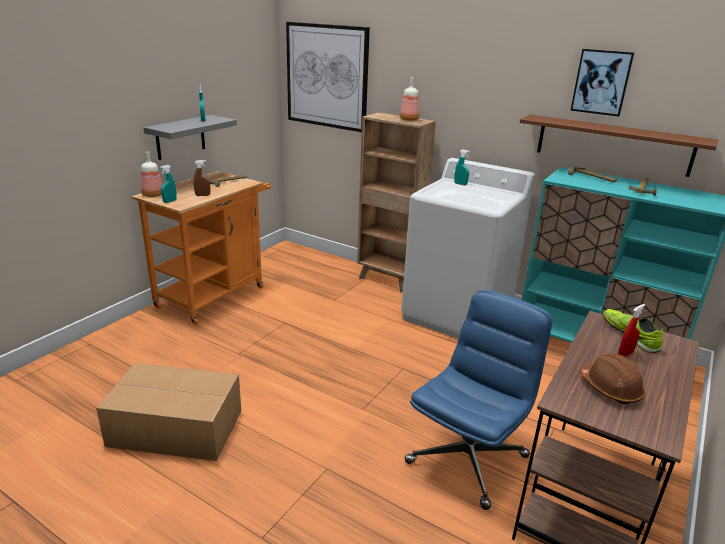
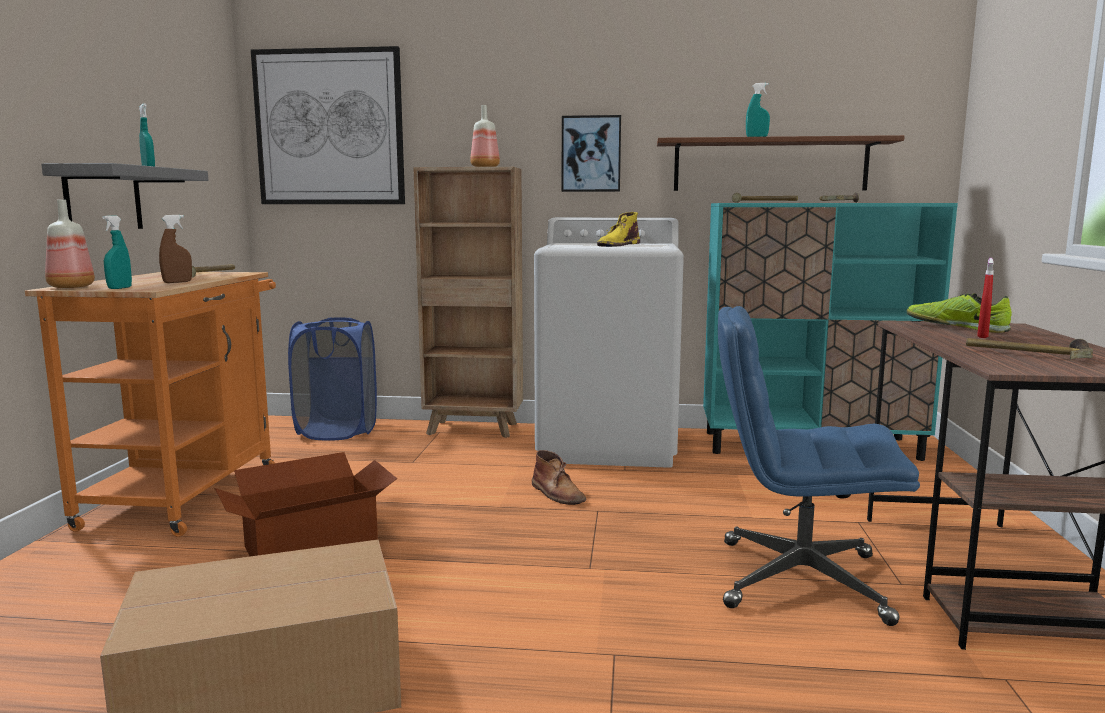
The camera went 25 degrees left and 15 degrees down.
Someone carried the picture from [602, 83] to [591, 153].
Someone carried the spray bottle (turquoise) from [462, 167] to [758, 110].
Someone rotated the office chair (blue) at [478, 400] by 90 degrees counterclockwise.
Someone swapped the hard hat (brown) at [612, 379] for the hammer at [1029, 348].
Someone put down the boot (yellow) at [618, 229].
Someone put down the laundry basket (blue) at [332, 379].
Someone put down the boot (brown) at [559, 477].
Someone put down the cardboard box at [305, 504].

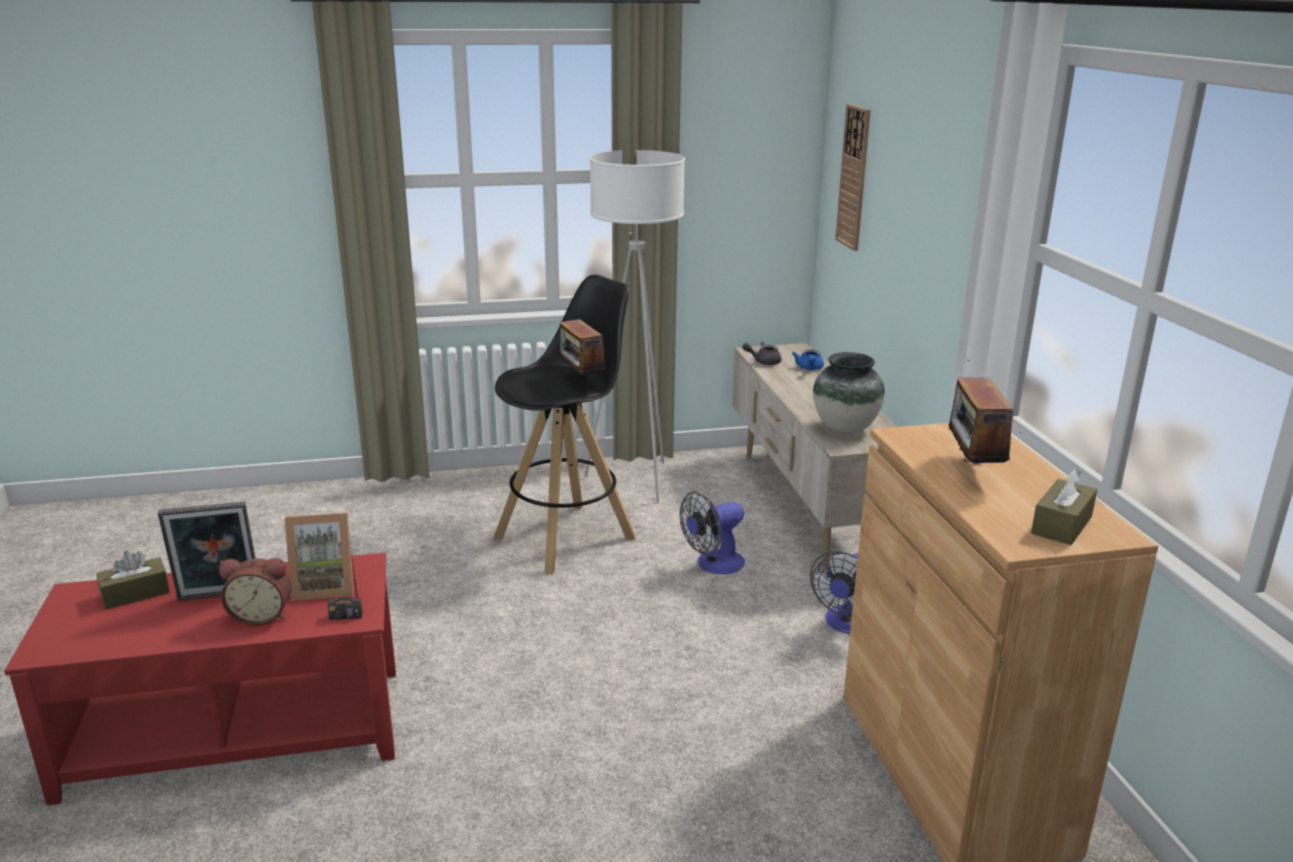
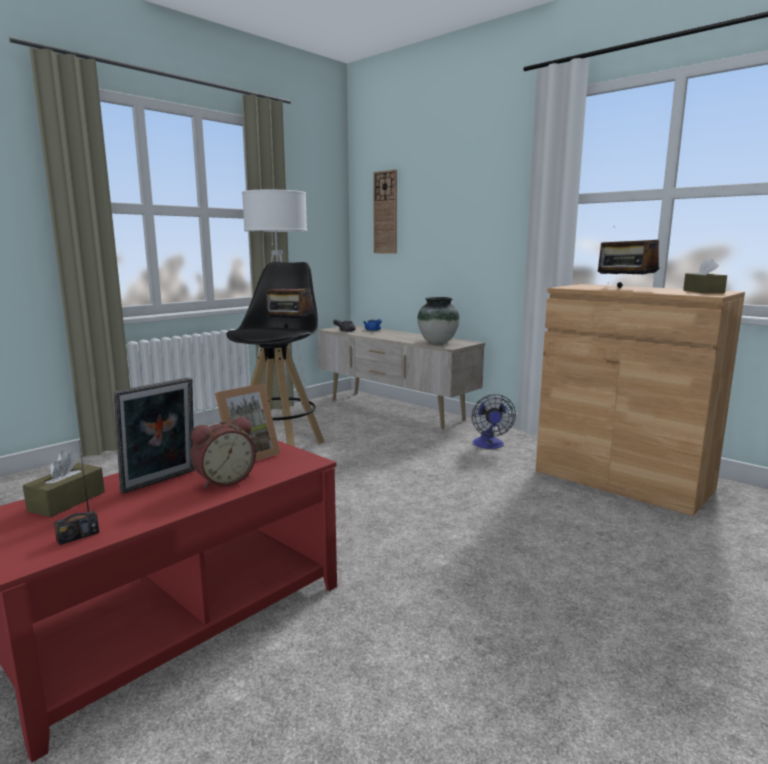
The camera went 35 degrees left and 10 degrees down.
Someone took away the fan at [712, 533].
Someone carried the radio from [345, 581] to [76, 493].

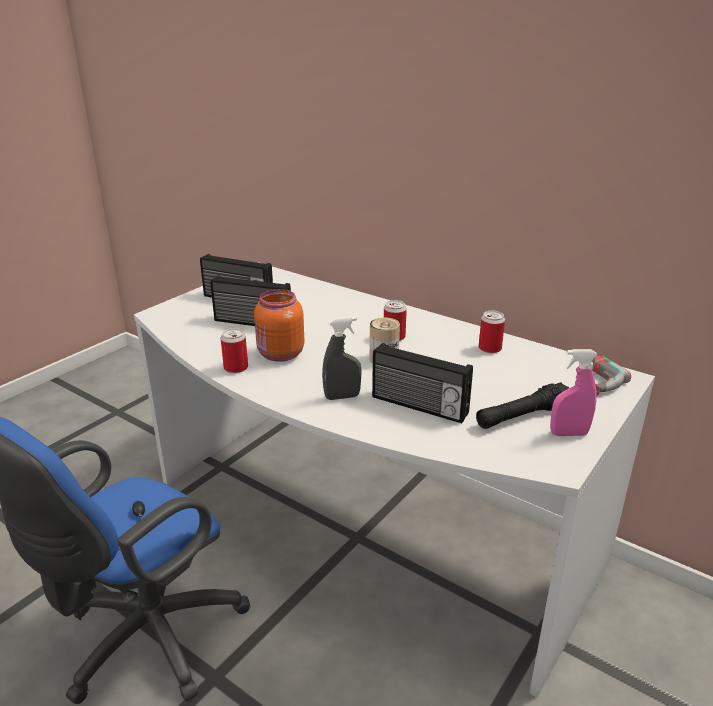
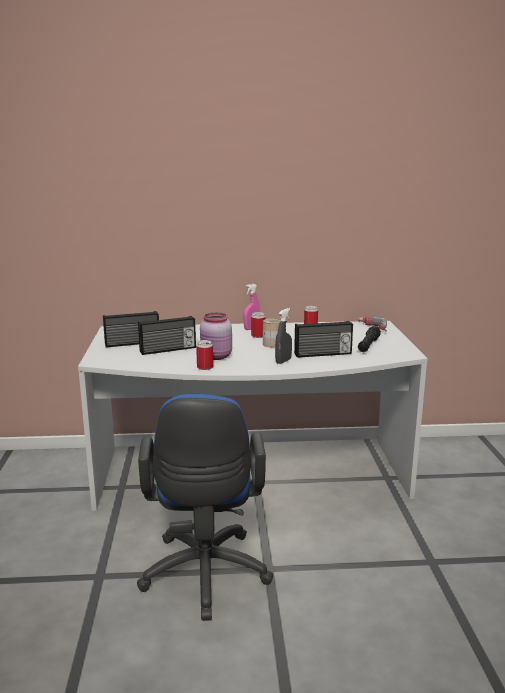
The camera went 40 degrees left and 10 degrees down.
Someone repainted the jar (orange) at [279, 325], which became the jar (pink) at [216, 336].
Someone carried the spray bottle (pink) from [574, 392] to [252, 307].

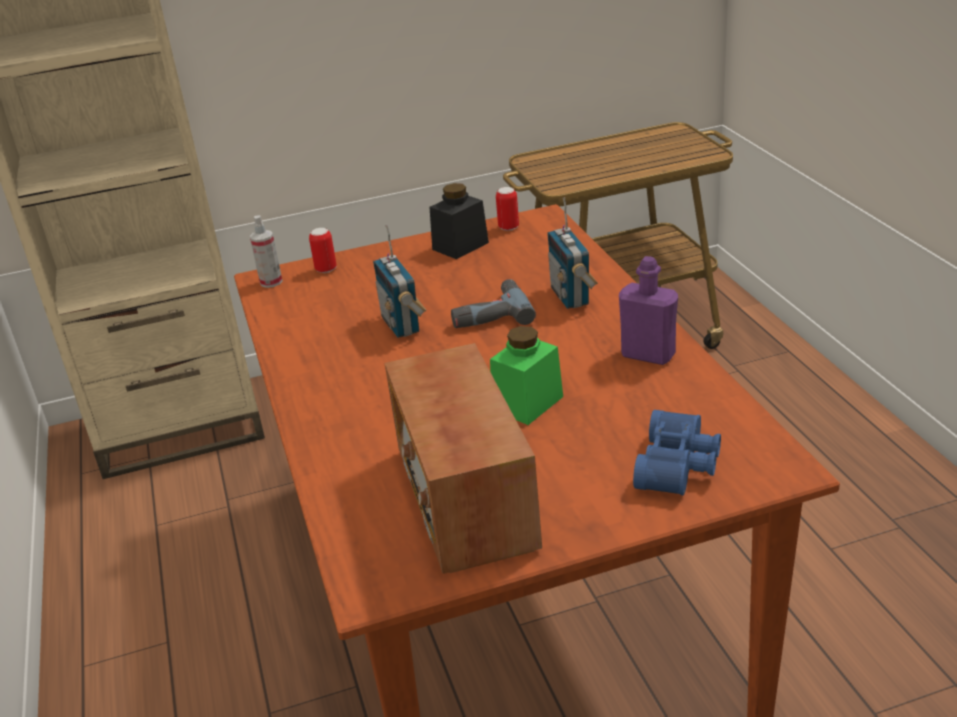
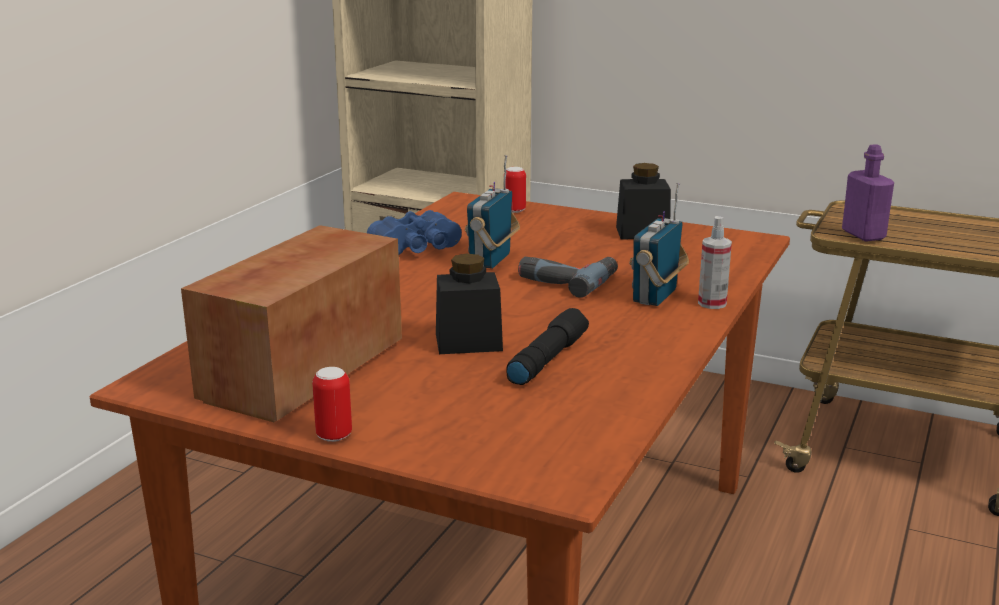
The camera went 40 degrees right and 10 degrees down.
Someone carried the can from [507, 209] to [332, 404].
Someone carried the spray bottle from [266, 251] to [715, 262].
Someone carried the bottle (purple) from [648, 310] to [868, 192].
Someone repainted the jar (green) at [526, 375], which became the jar (black) at [469, 304].
Someone carried the binoculars (blue) from [677, 453] to [414, 232].
Someone put down the flashlight (black) at [547, 346].

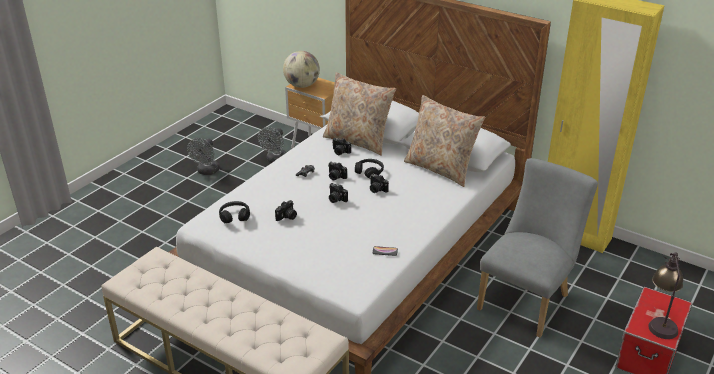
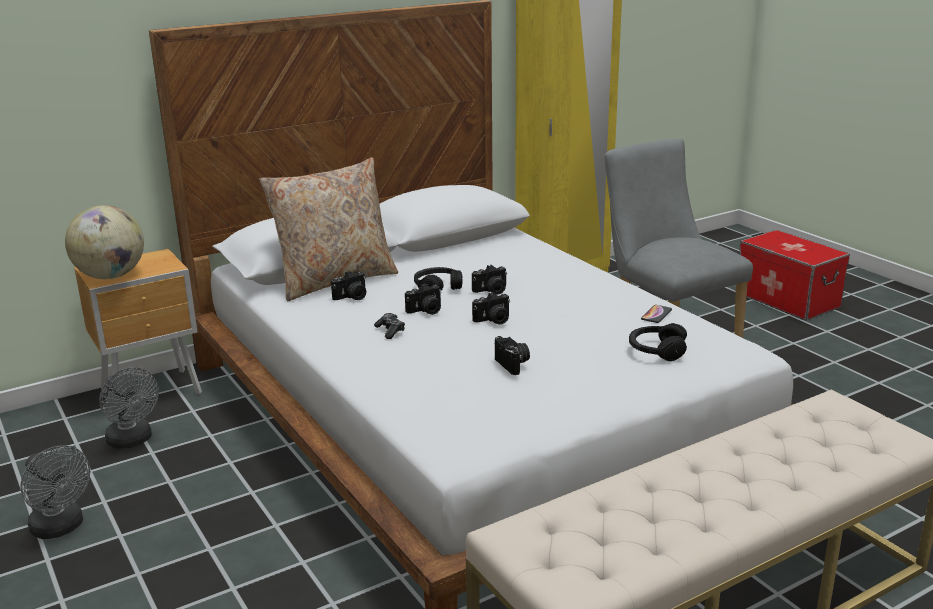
The camera went 65 degrees left and 10 degrees down.
Someone took away the pillow (beige) at [444, 141].
Someone carried the headphones (black) from [234, 212] to [658, 342].
Someone took away the table lamp at [665, 295].

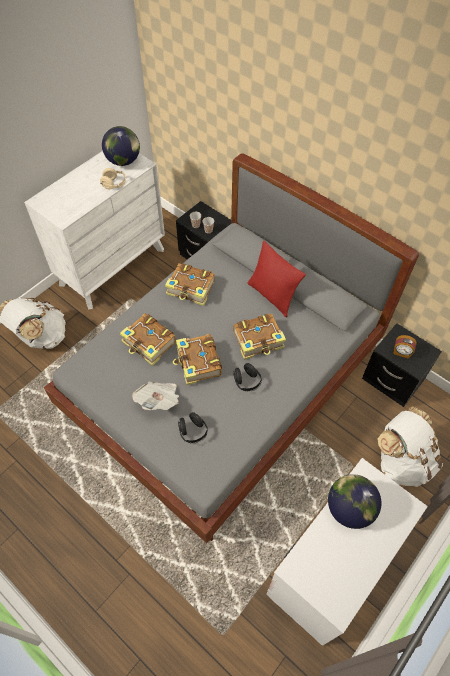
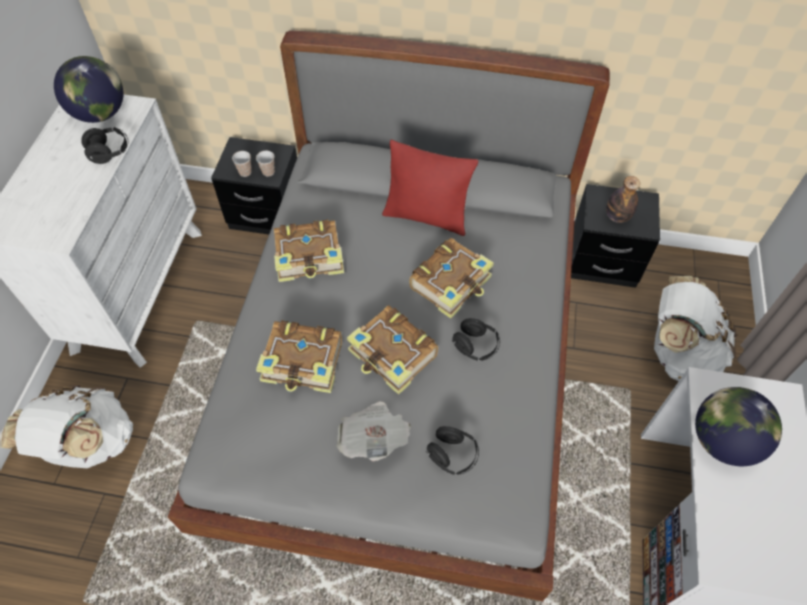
The camera went 30 degrees left and 0 degrees up.
Someone repainted the headphones (beige) at [113, 178], which became the headphones (black) at [104, 145].
Someone swapped the alarm clock at [405, 346] for the bottle at [623, 199].

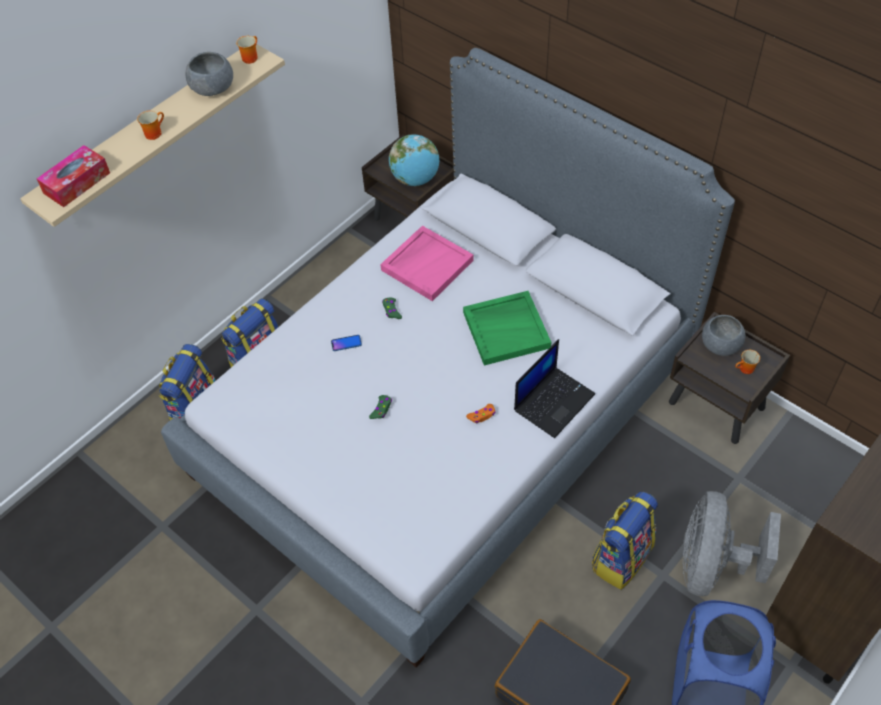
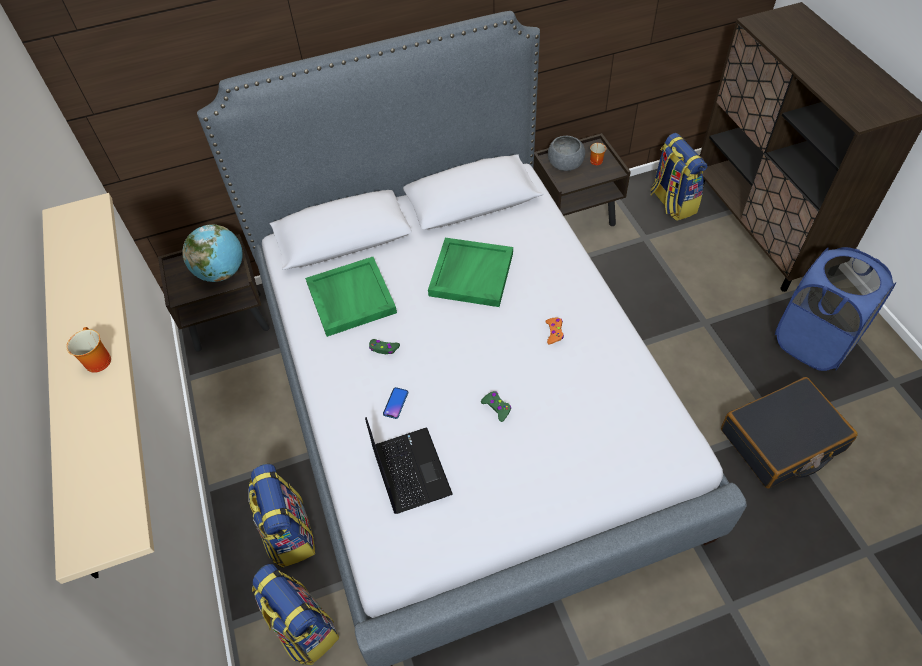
The camera went 60 degrees left and 0 degrees up.
Someone took away the mug at [247, 50].
Someone took away the bowl (grey) at [209, 74].
Someone took away the tissue box at [73, 176].
Someone repainted the tray (pink) at [427, 263], which became the tray (green) at [351, 297].
Someone carried the laptop from [554, 388] to [409, 465].
Someone took away the fan (grey) at [732, 543].
Someone carried the backpack from [625, 541] to [678, 177].

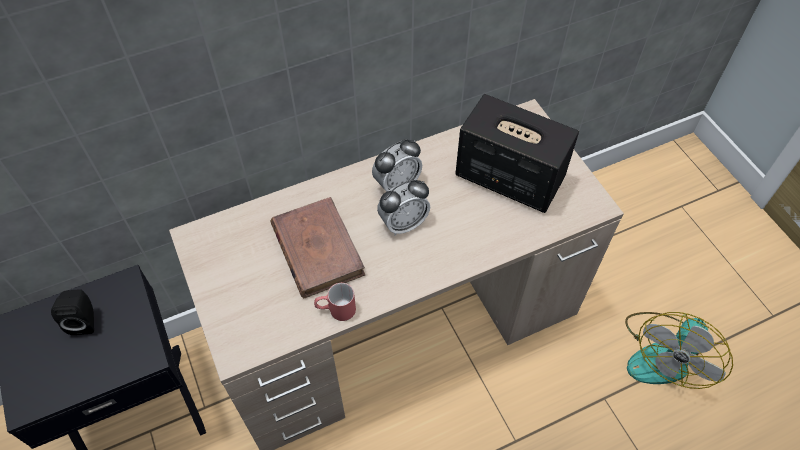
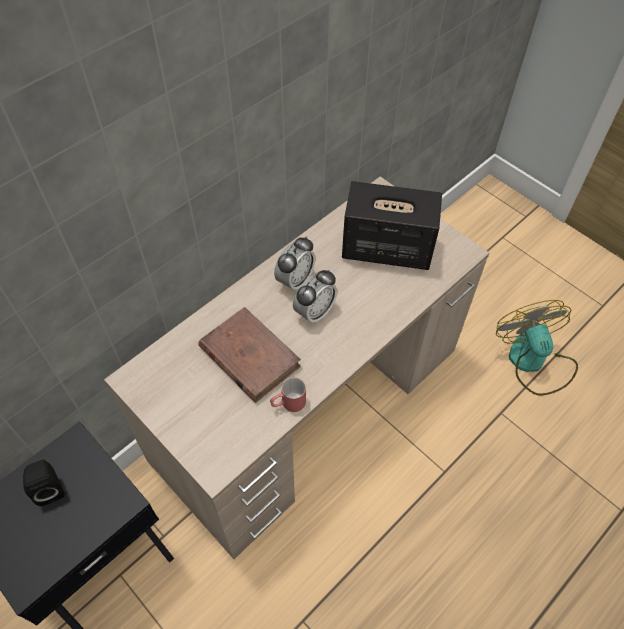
The camera went 20 degrees left and 0 degrees up.
Someone rotated the fan at [679, 350] by 150 degrees clockwise.

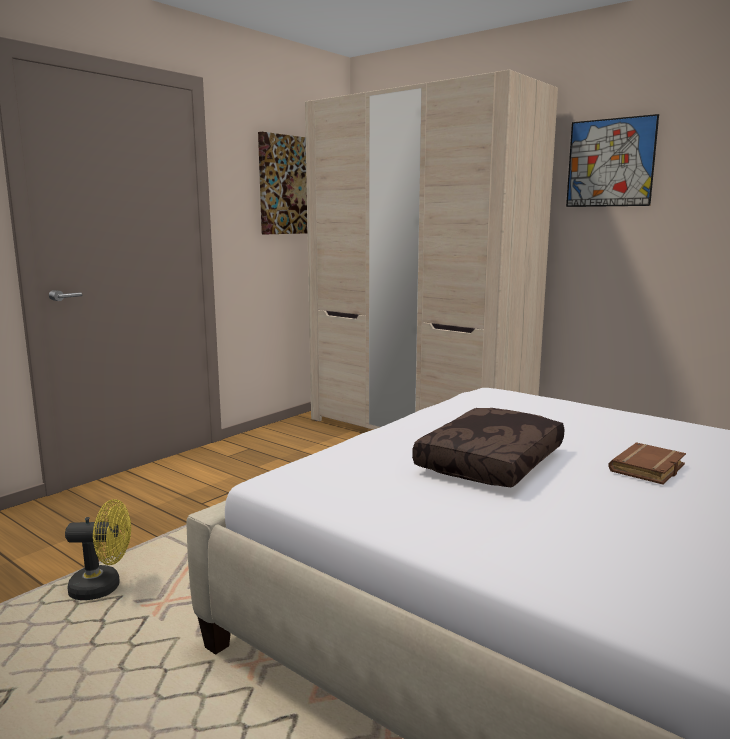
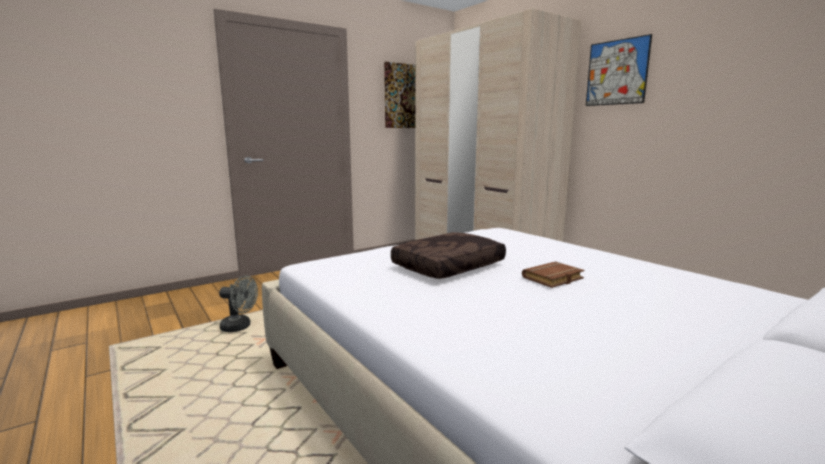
The camera went 15 degrees right and 0 degrees up.
Someone repainted the fan (yellow) at [98, 549], which became the fan (grey) at [238, 304].

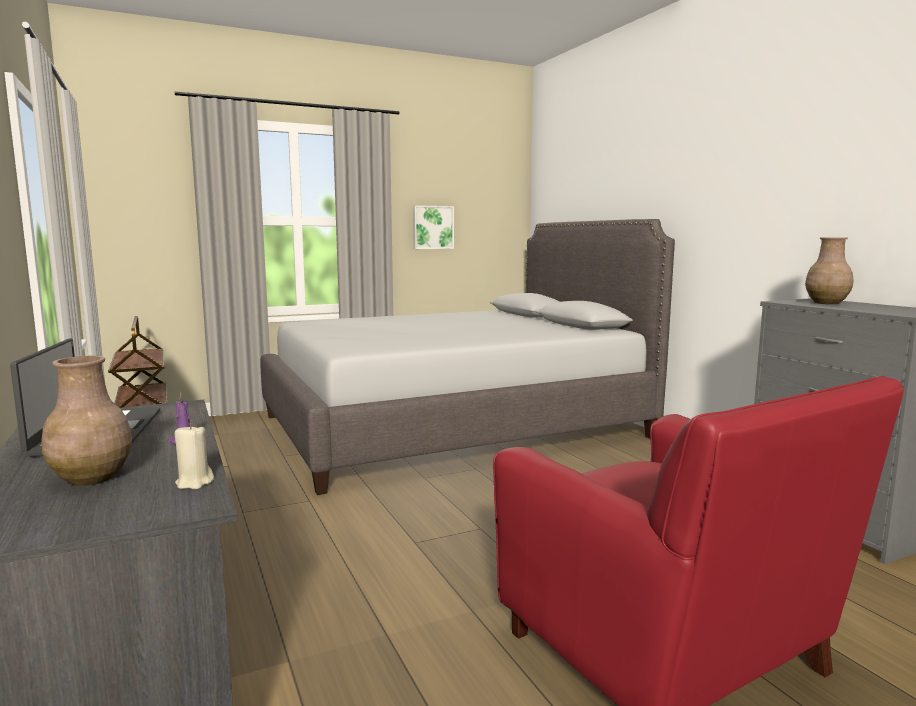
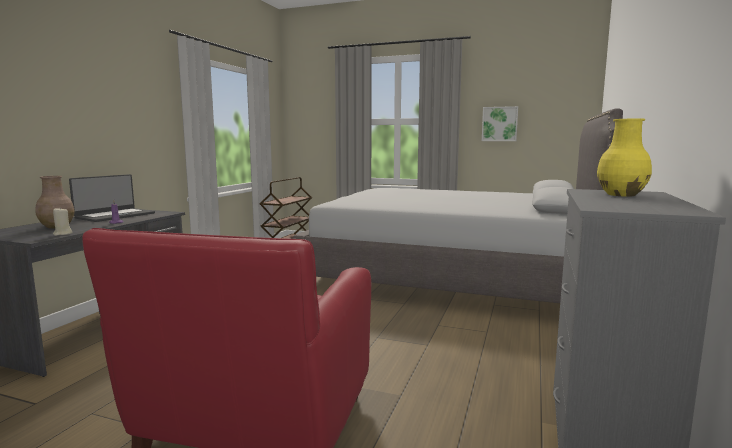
The camera went 45 degrees right and 0 degrees up.
Someone repainted the vase (brown) at [829, 271], which became the vase (yellow) at [624, 157].

